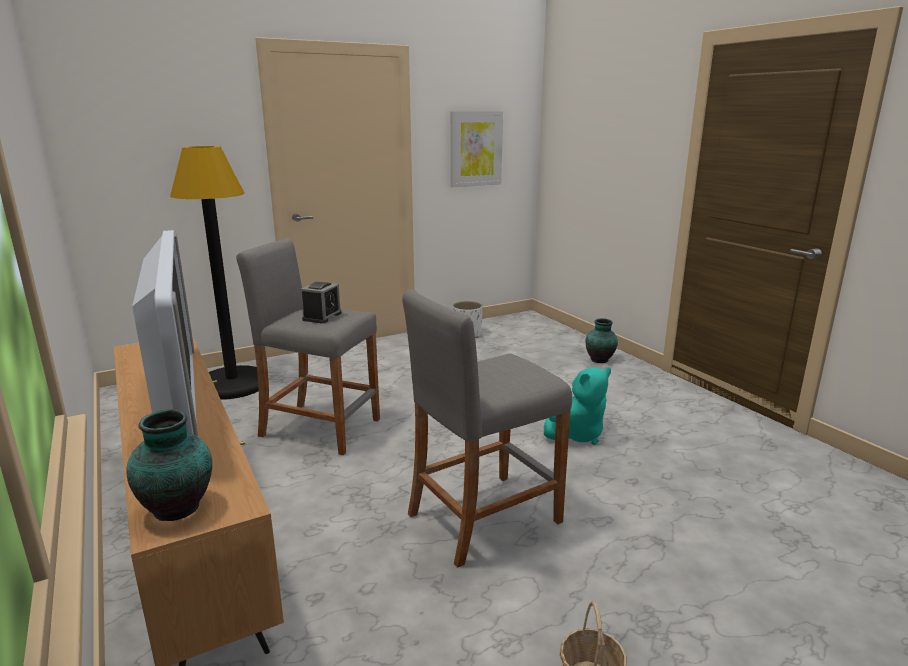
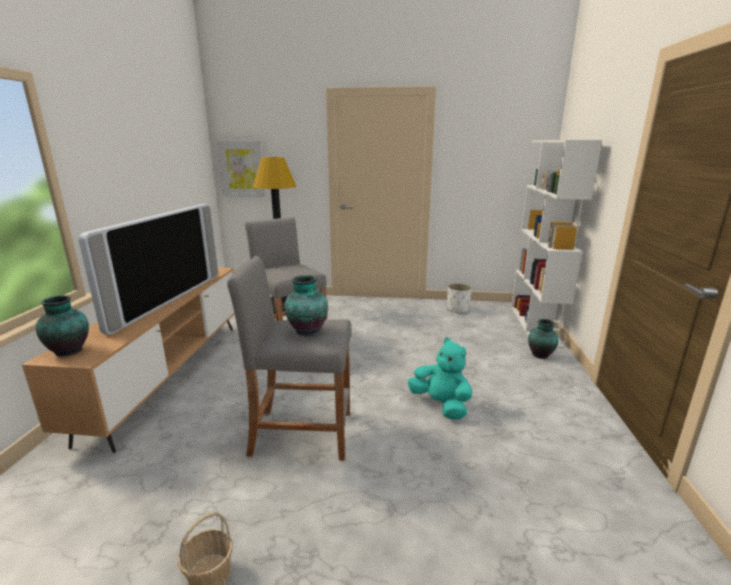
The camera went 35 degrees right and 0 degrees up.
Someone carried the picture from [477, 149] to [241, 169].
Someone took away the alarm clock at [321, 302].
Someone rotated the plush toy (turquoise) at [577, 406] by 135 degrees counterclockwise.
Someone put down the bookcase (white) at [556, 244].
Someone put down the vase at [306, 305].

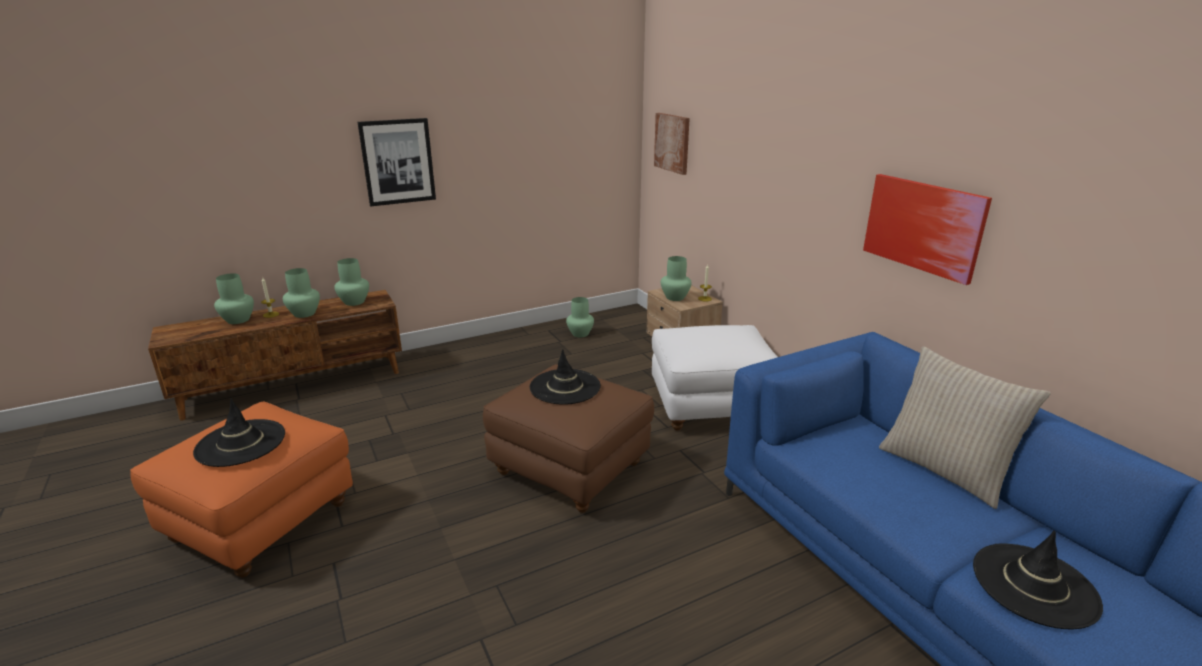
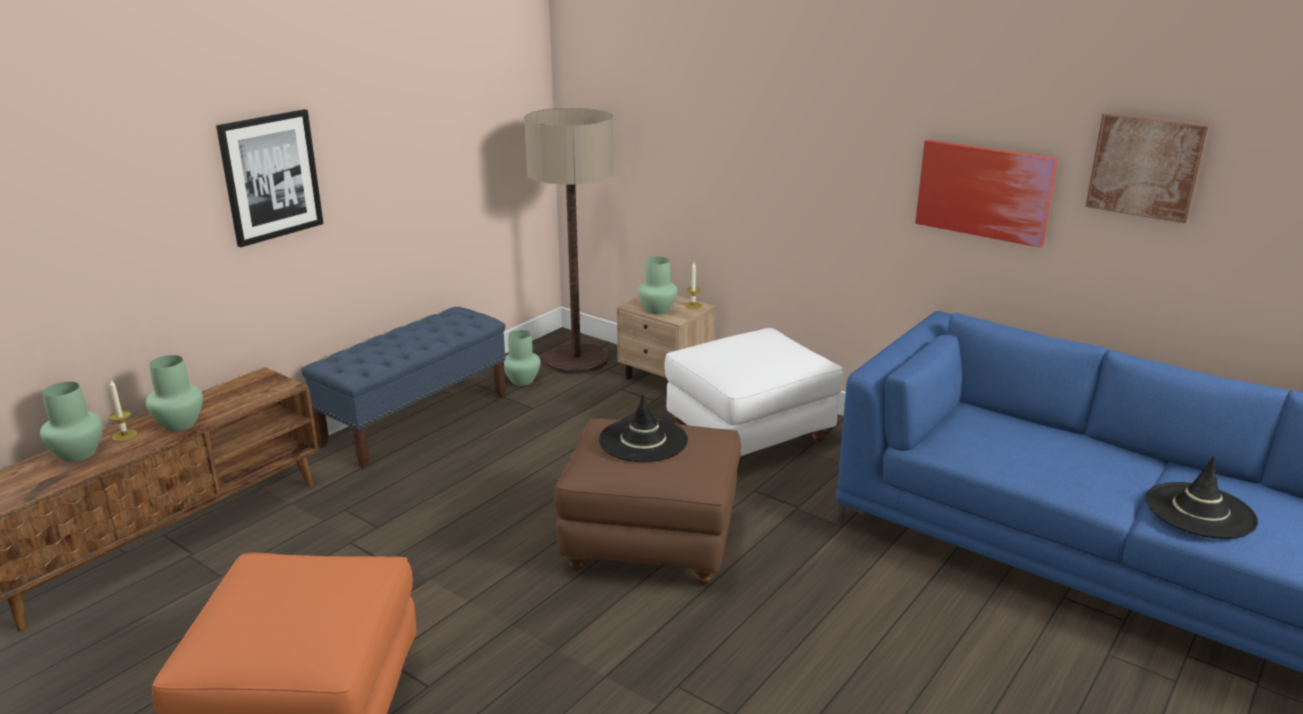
The camera went 25 degrees left and 0 degrees up.
Someone carried the picture from [672, 144] to [1147, 168].
Someone took away the vase (green) at [351, 282].
Someone took away the pillow (beige) at [965, 427].
Someone took away the hat (black) at [239, 433].
Someone put down the floor lamp at [569, 241].
Someone put down the bench (blue) at [403, 388].

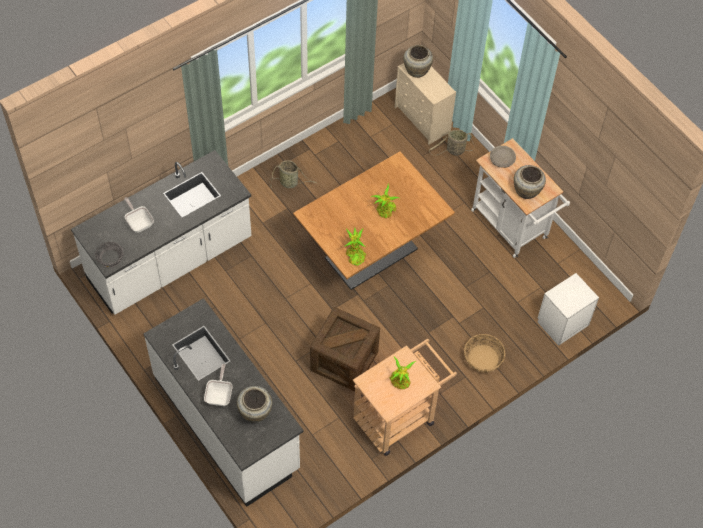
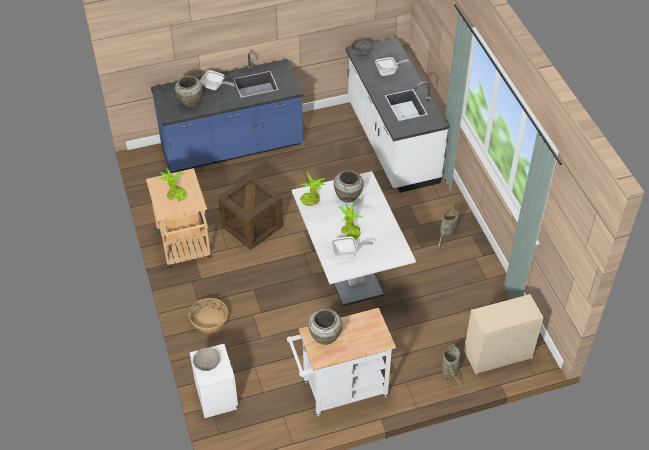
The camera went 110 degrees right and 10 degrees down.
Someone carried the vase (beige) from [418, 61] to [349, 186].
Someone carried the bowl (grey) from [503, 157] to [206, 359].
Someone repainted the dining table (brown) at [374, 220], which became the dining table (white) at [354, 238].
Someone repainted the counter (white) at [223, 402], which became the counter (blue) at [227, 113].
Someone put down the frying pan at [352, 248].

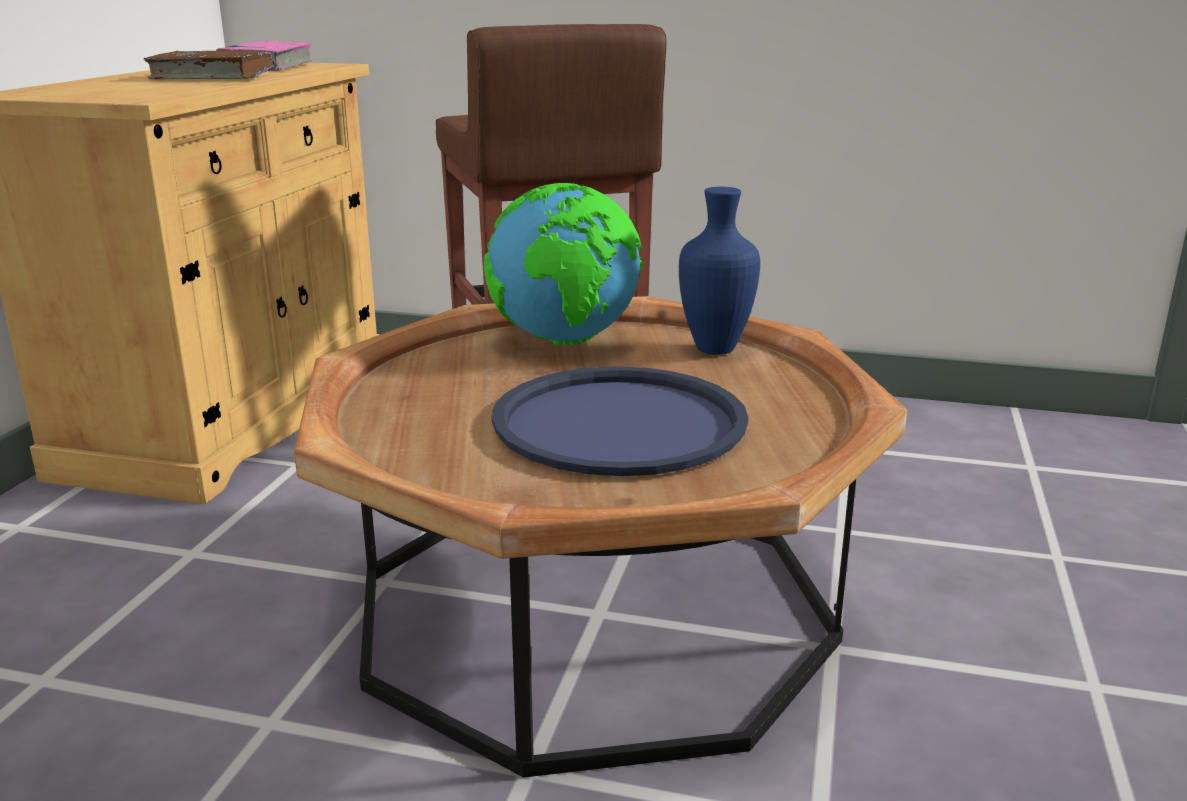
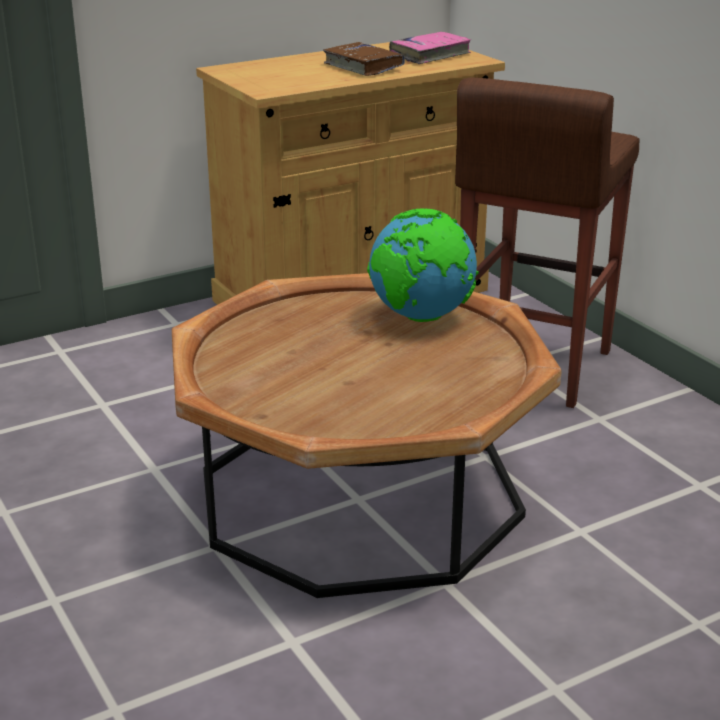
The camera went 45 degrees right and 5 degrees up.
Someone took away the vase (blue) at [719, 271].
Someone took away the tray (blue) at [620, 421].

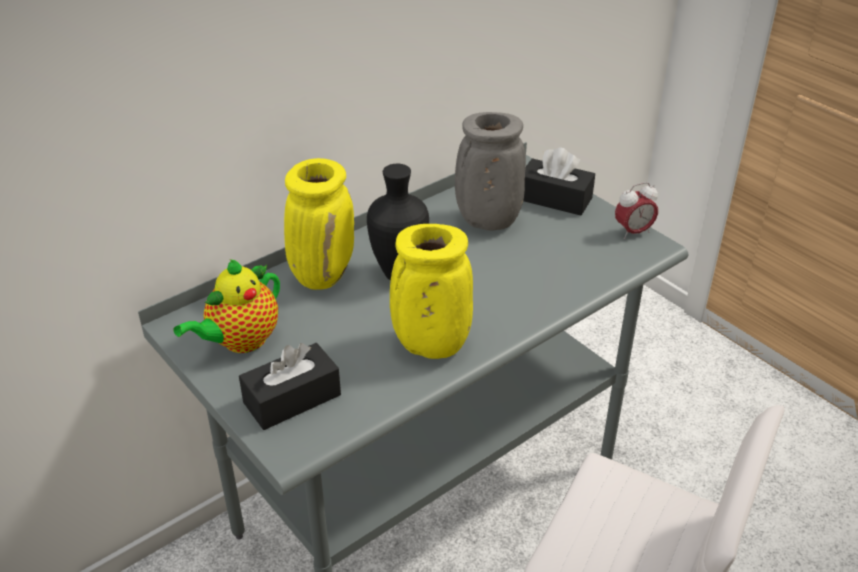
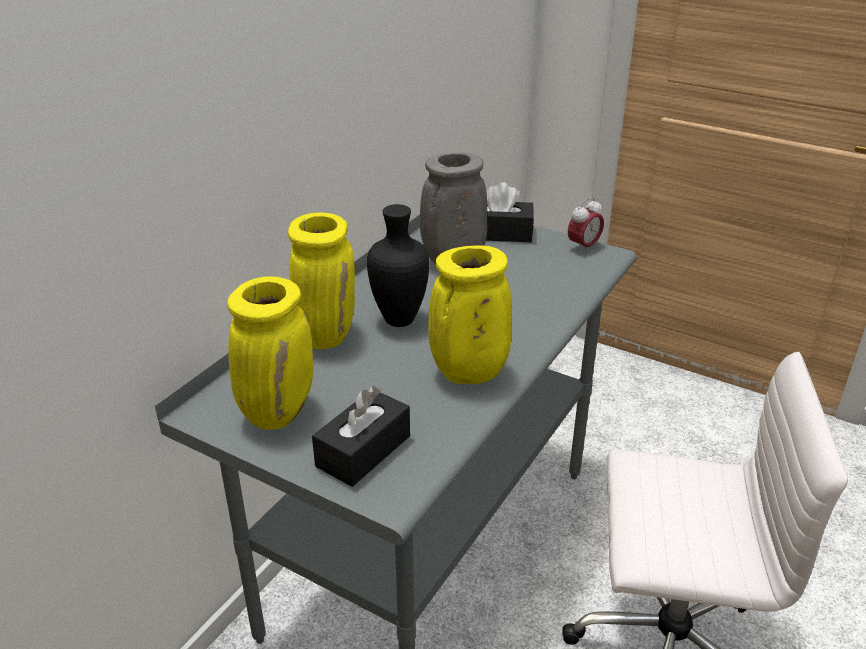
The camera went 20 degrees left and 5 degrees down.
Someone swapped the teapot at [226, 306] for the vase (yellow) at [270, 353].

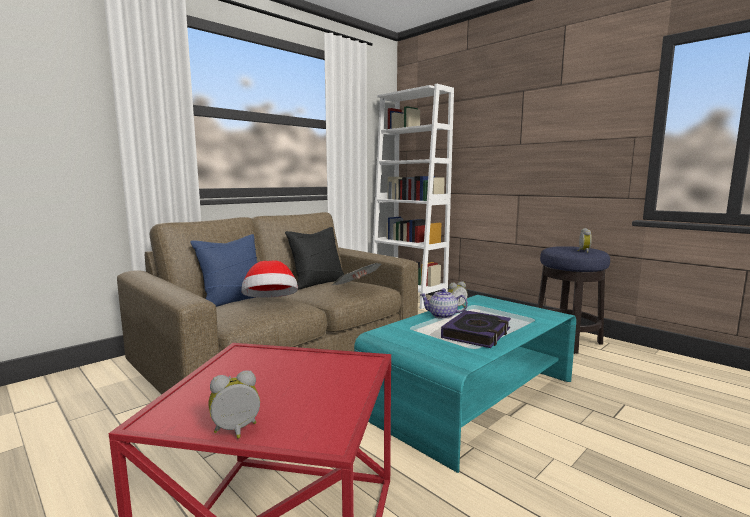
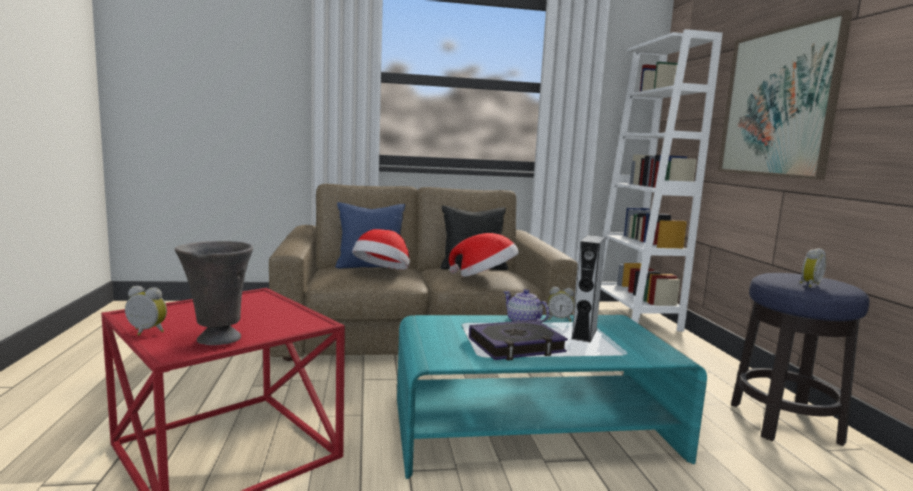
The camera went 35 degrees right and 0 degrees up.
Someone swapped the newspaper at [357, 274] for the hat at [484, 255].
Someone put up the picture at [785, 95].
Someone put down the speaker (grey) at [588, 289].
Someone put down the vase (grey) at [214, 293].

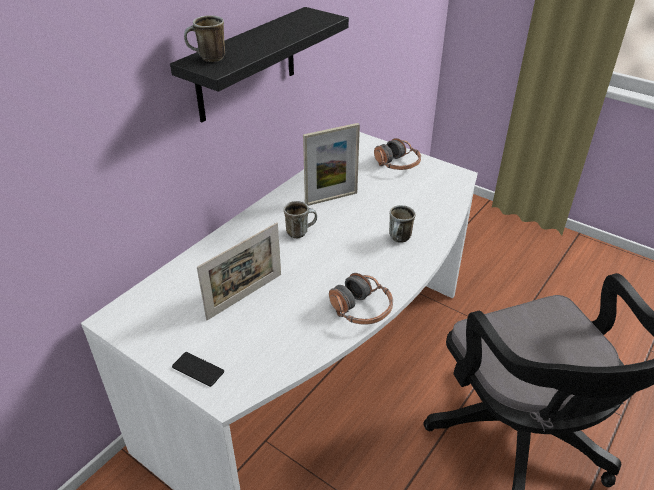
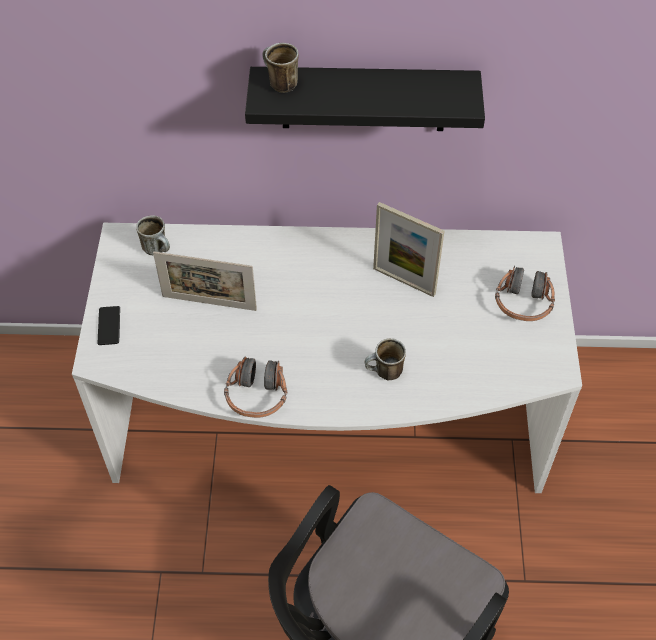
The camera went 55 degrees right and 15 degrees up.
Someone carried the mug from [300, 220] to [153, 235].

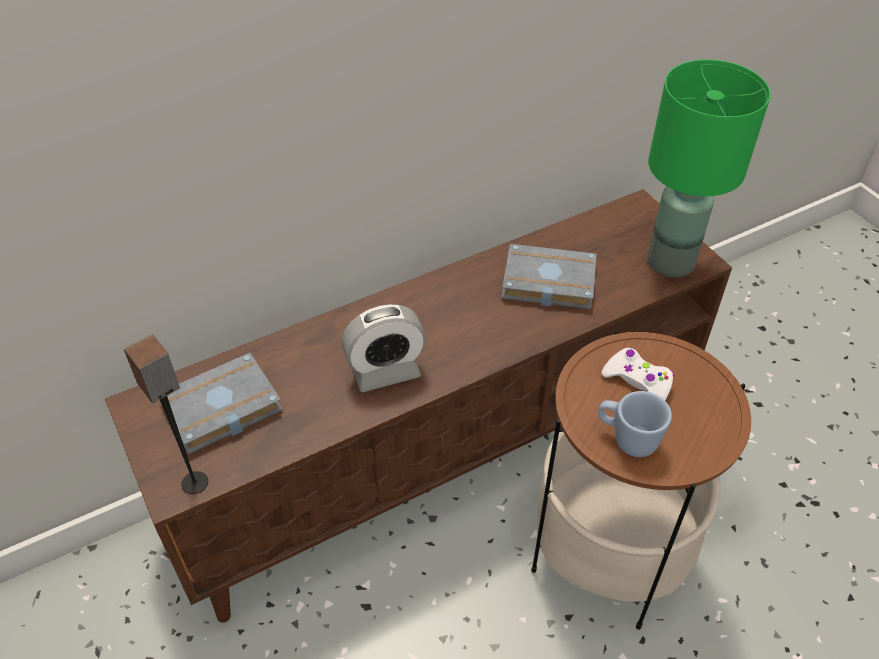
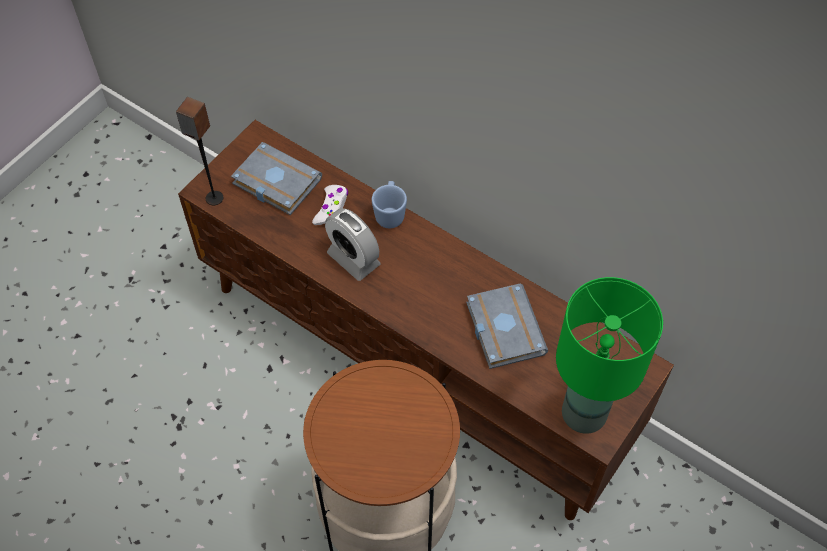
The camera went 65 degrees right and 10 degrees up.
Someone carried the game controller (white) from [638, 374] to [330, 205].
Someone carried the mug (blue) from [635, 424] to [389, 204].

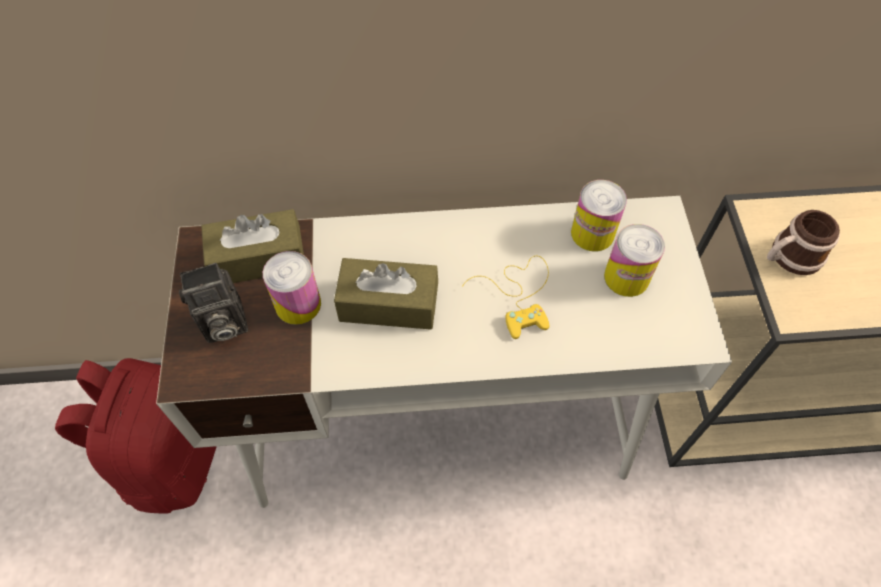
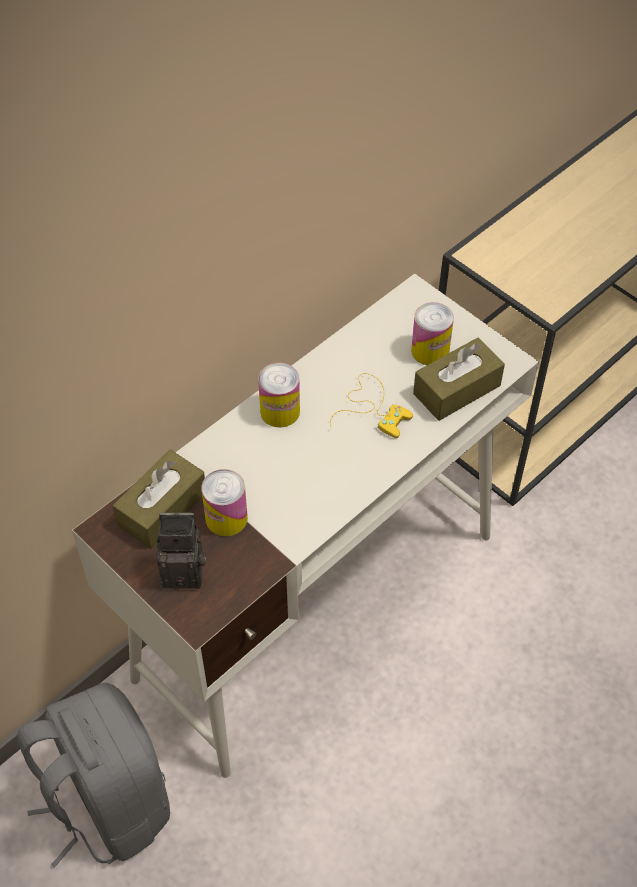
The camera went 40 degrees left and 5 degrees down.
Someone carried the can from [599, 215] to [279, 395].
Someone took away the mug at [803, 242].
Someone carried the tissue box (brown) from [386, 294] to [459, 379].
Someone rotated the photo camera at [213, 303] by 120 degrees counterclockwise.
Someone repainted the backpack (red) at [136, 436], which became the backpack (grey) at [93, 774].

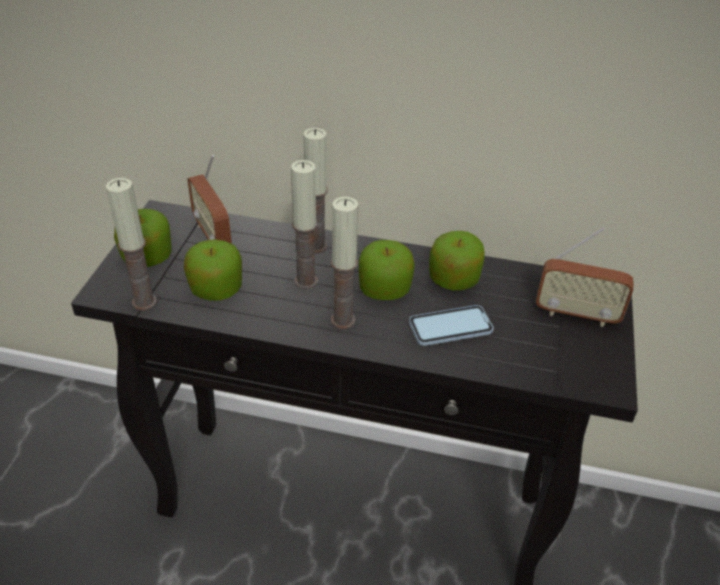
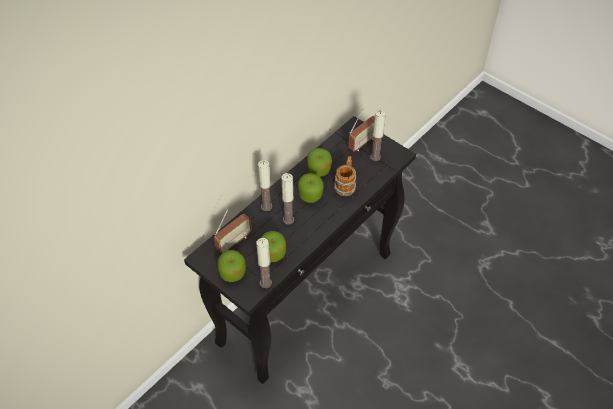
The camera went 60 degrees left and 10 degrees up.
Someone rotated the radio at [209, 199] by 45 degrees counterclockwise.
Someone carried the candle from [344, 263] to [378, 135].
Someone swapped the phone at [451, 325] for the mug at [345, 176].

